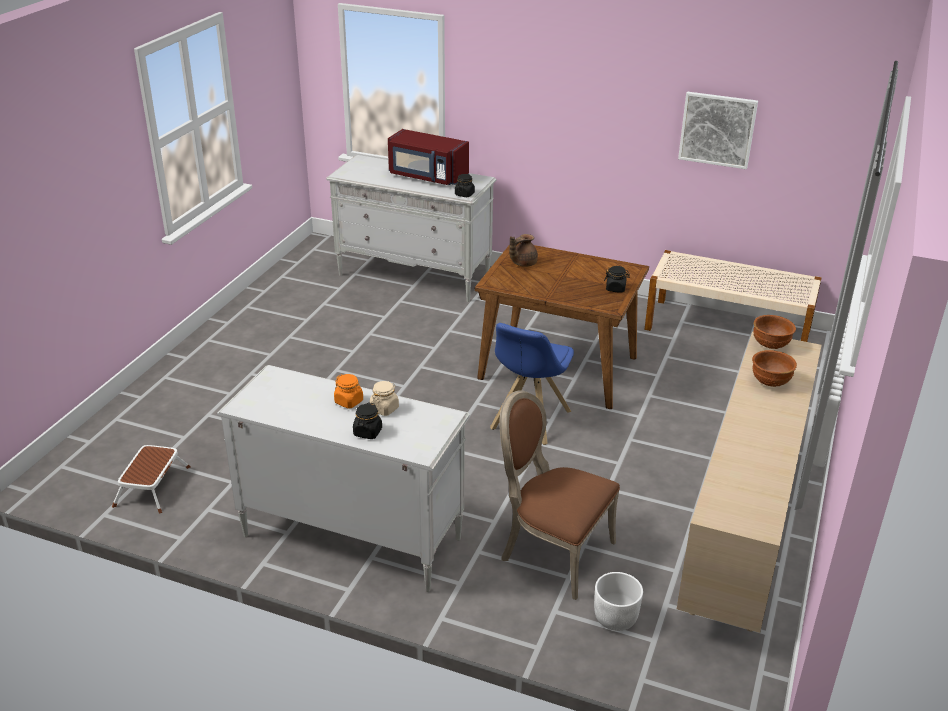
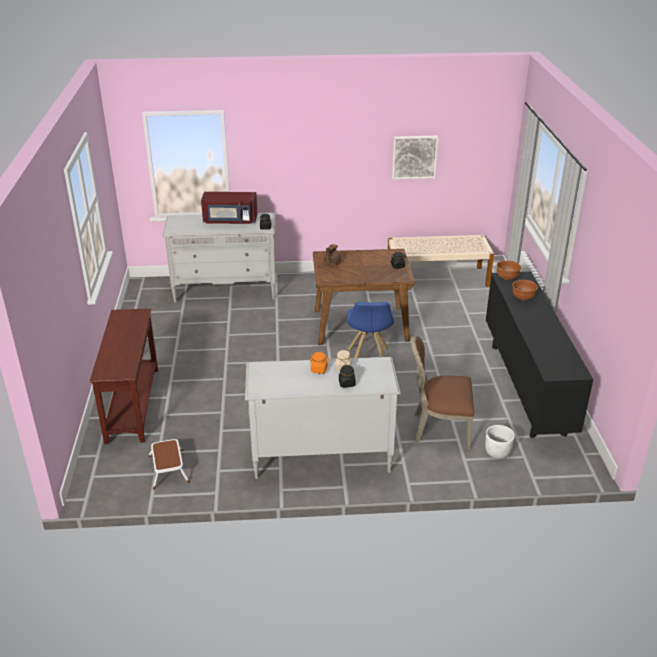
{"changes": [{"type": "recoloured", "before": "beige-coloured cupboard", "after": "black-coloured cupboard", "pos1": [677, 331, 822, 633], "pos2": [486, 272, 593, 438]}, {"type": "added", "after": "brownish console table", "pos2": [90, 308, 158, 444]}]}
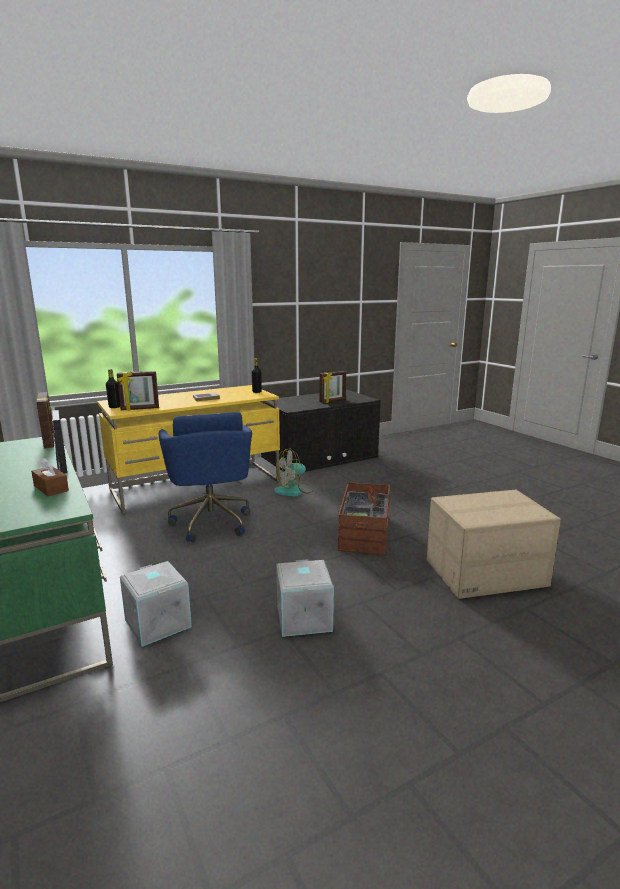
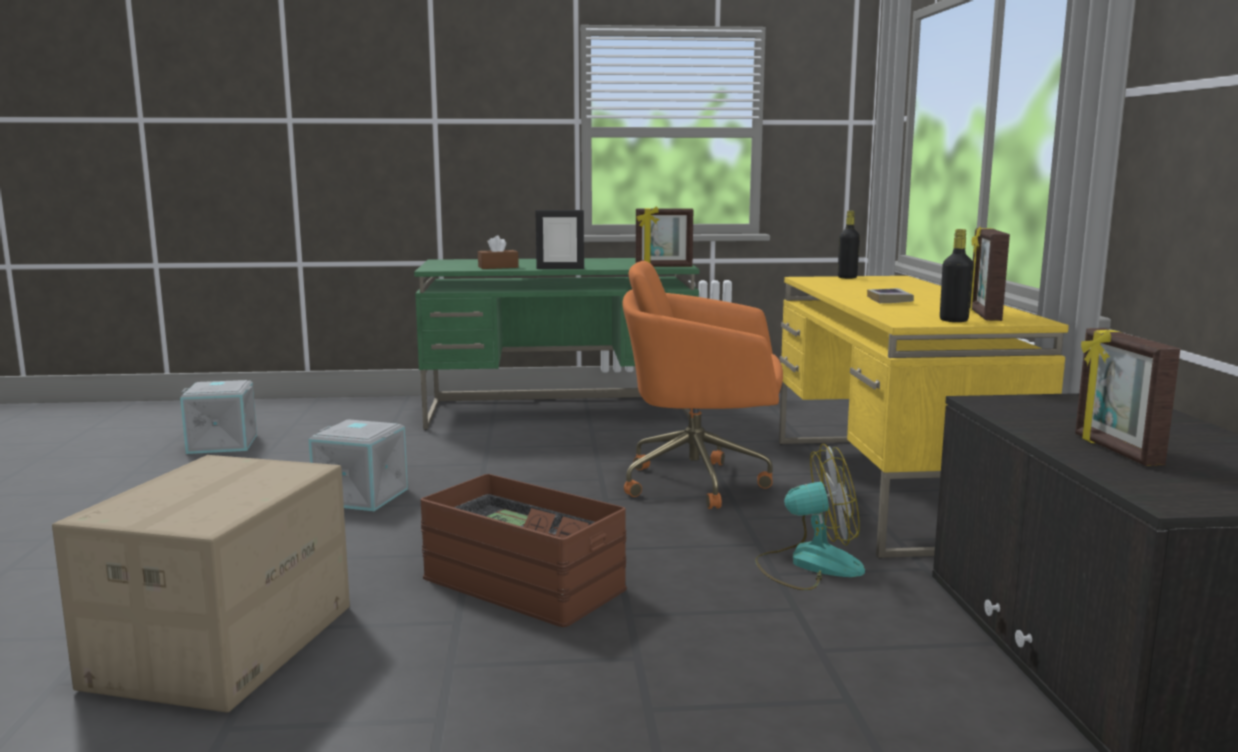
{"changes": [{"type": "moved", "before": "photo frame", "pos1": [117, 371, 159, 411], "pos2": [970, 226, 1010, 321]}, {"type": "moved", "before": "grey storage bin", "pos1": [120, 561, 192, 647], "pos2": [180, 380, 257, 454]}, {"type": "recoloured", "before": "bluish computer chair", "after": "orange-coloured computer chair", "pos1": [159, 412, 252, 542], "pos2": [622, 261, 783, 509]}, {"type": "turned", "before": "cooling fan", "pos1": [274, 448, 315, 496], "pos2": [755, 444, 865, 590], "turn": 90}]}
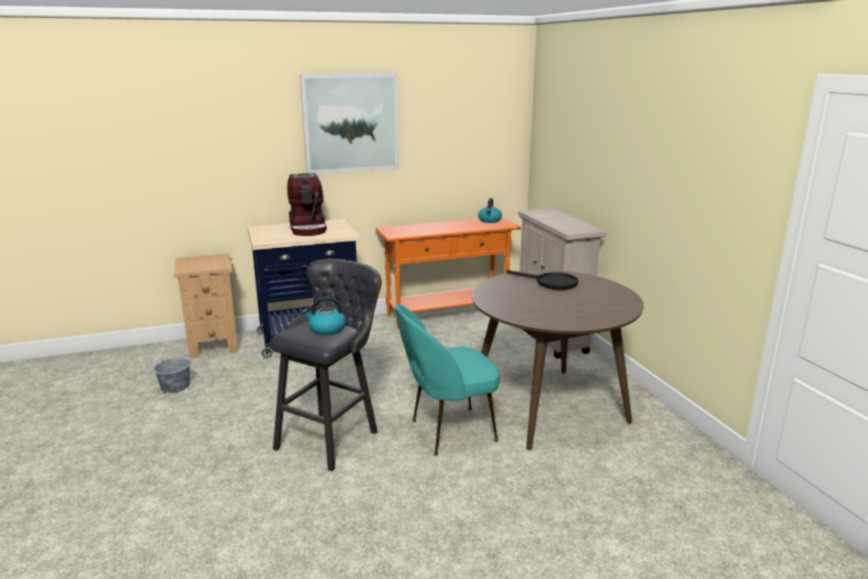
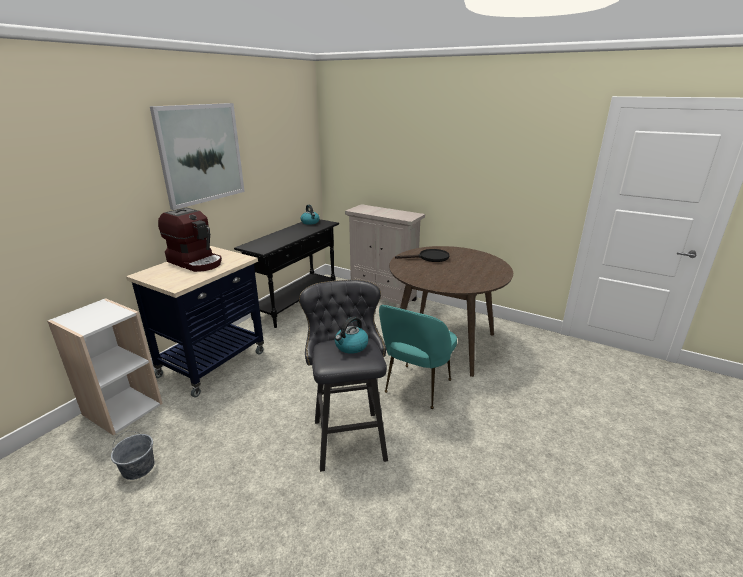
{"changes": [{"type": "replaced", "before": "beige-coloured nightstand", "after": "bookshelf", "pos1": [174, 253, 238, 359], "pos2": [47, 298, 163, 435]}, {"type": "recoloured", "before": "orange-coloured console table", "after": "black-coloured console table", "pos1": [375, 217, 521, 329], "pos2": [234, 219, 339, 328]}]}
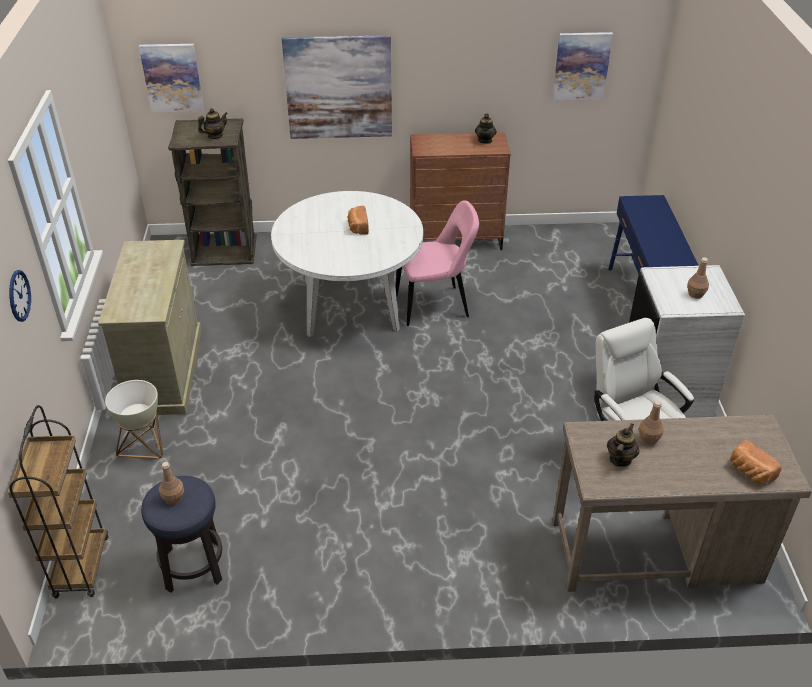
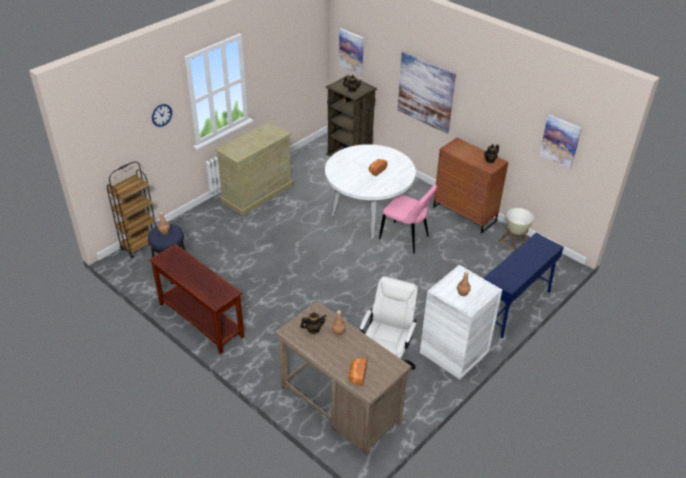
{"changes": [{"type": "moved", "before": "planter", "pos1": [105, 380, 163, 458], "pos2": [499, 208, 534, 251]}, {"type": "added", "after": "brownish console table", "pos2": [149, 244, 245, 354]}]}
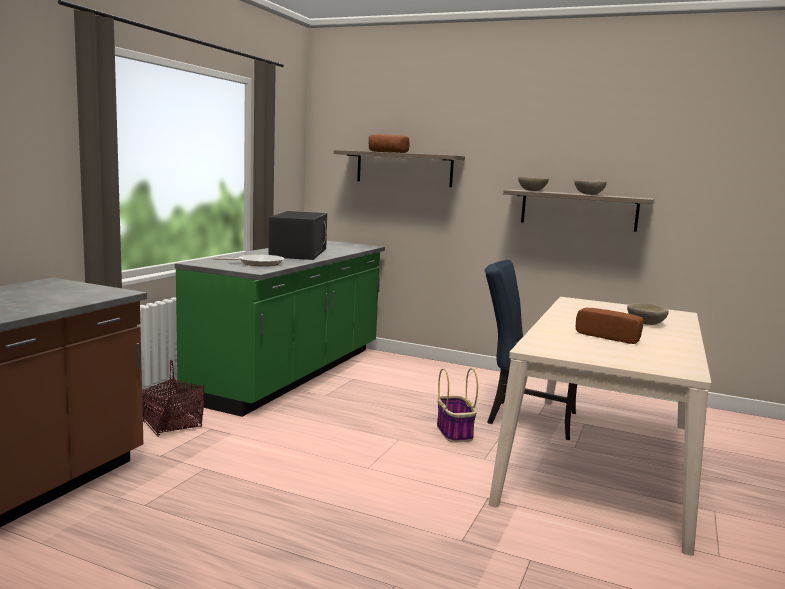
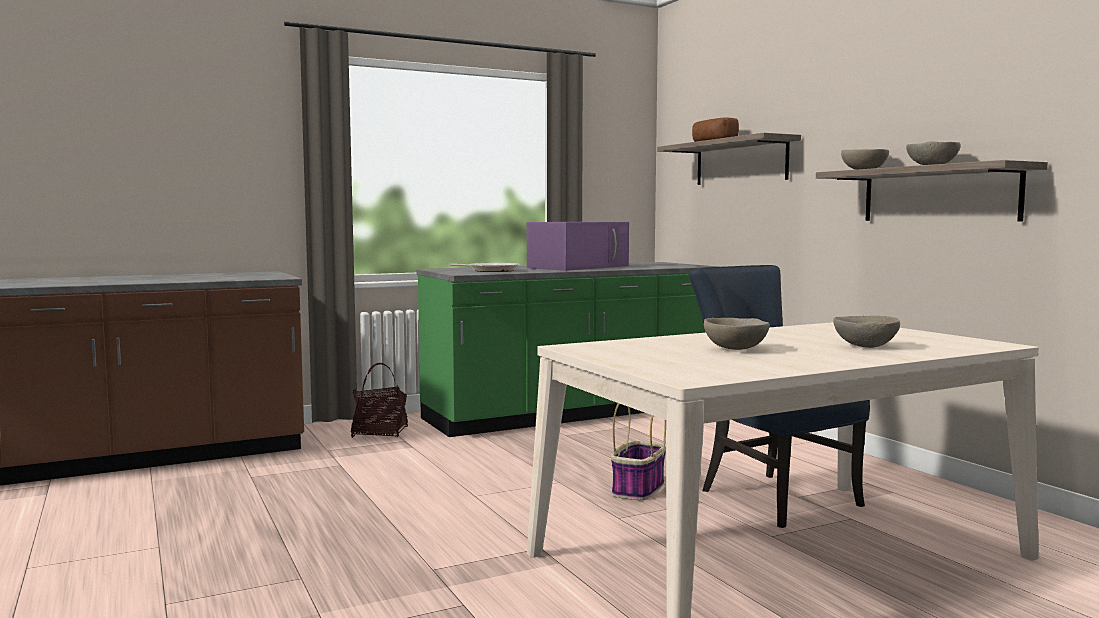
{"changes": [{"type": "recoloured", "before": "black-coloured microwave", "after": "purple-coloured microwave", "pos1": [268, 211, 327, 260], "pos2": [527, 222, 629, 271]}, {"type": "replaced", "before": "baked bread", "after": "beige-coloured serving bowl", "pos1": [576, 308, 644, 344], "pos2": [704, 318, 770, 350]}]}
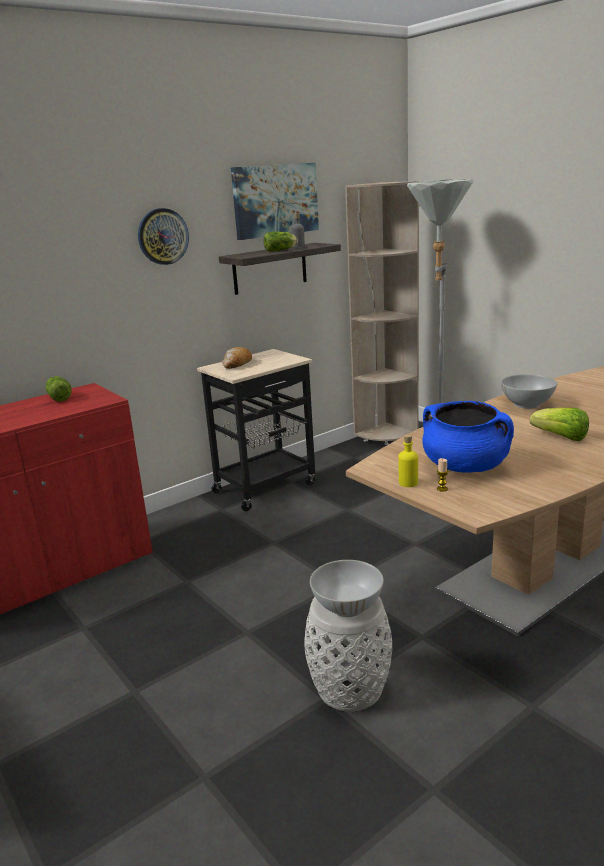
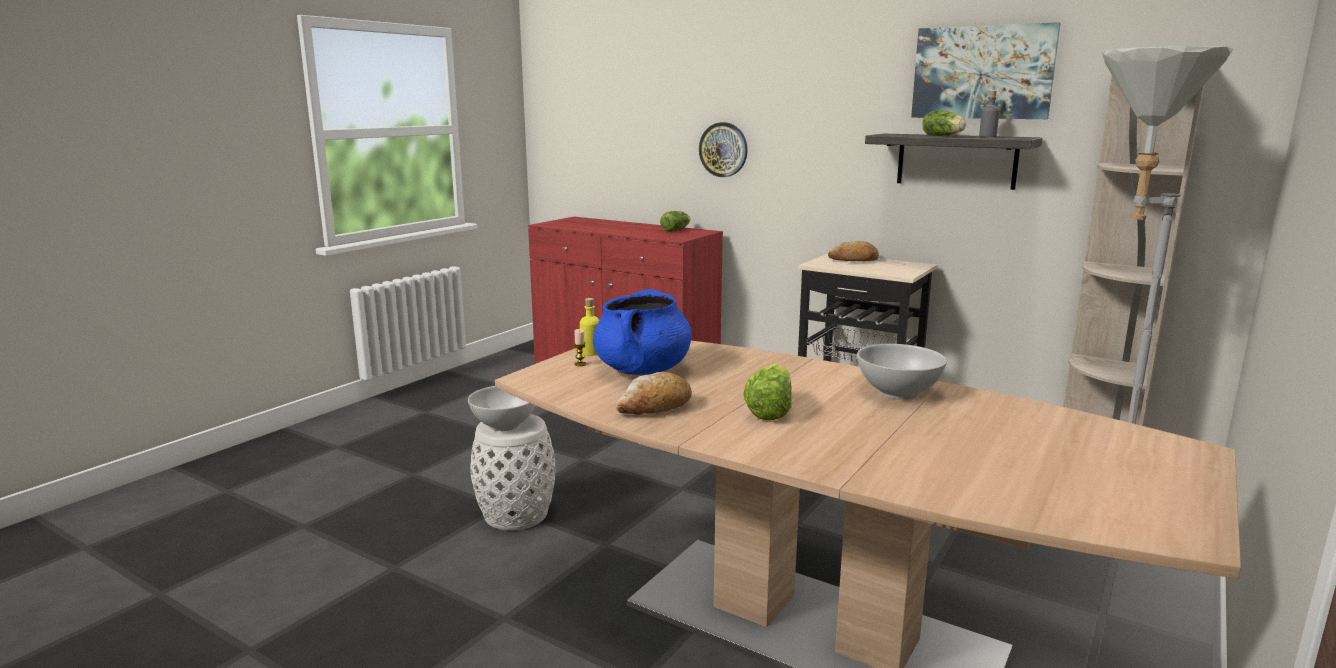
{"changes": [{"type": "moved", "before": "hanging clock", "pos1": [138, 208, 189, 265], "pos2": [699, 122, 748, 177]}, {"type": "added", "after": "baked bread", "pos2": [616, 372, 692, 414]}]}
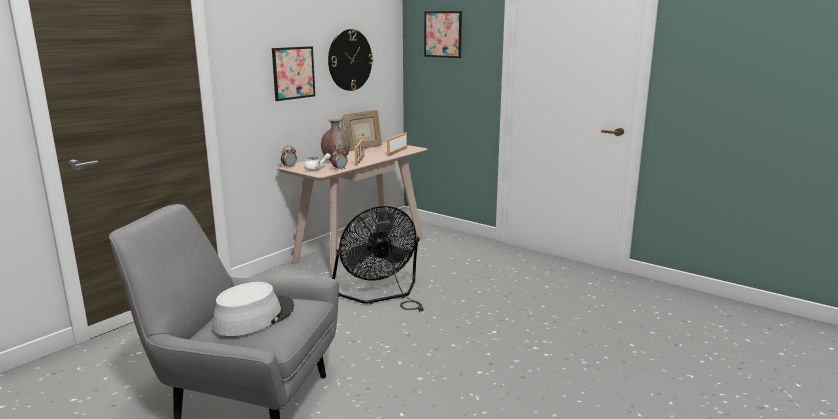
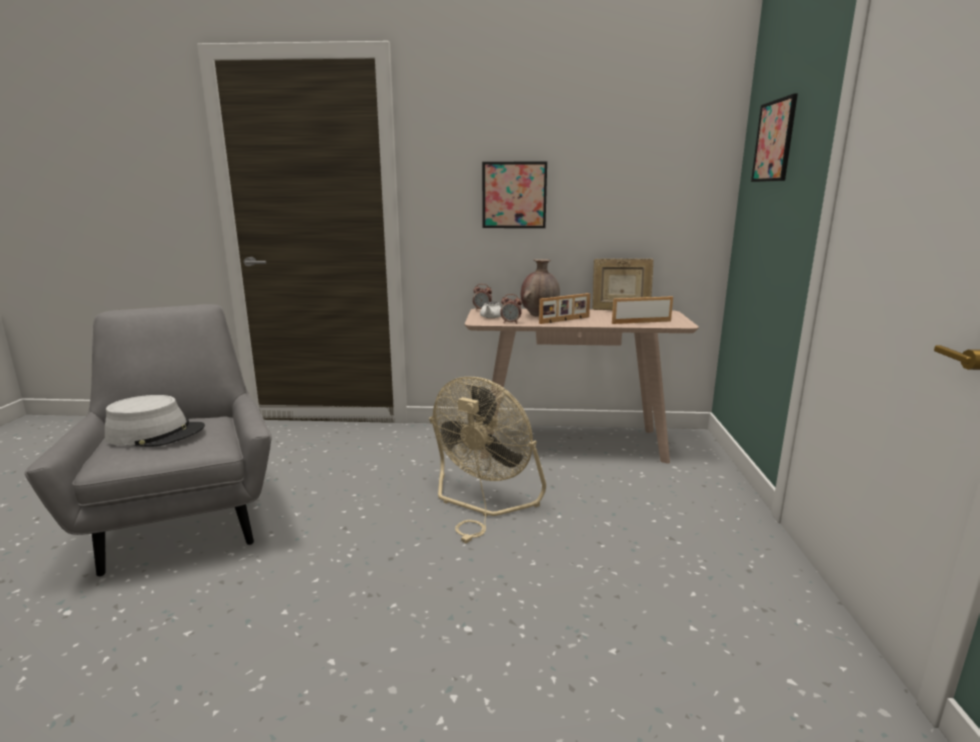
{"changes": [{"type": "removed", "before": "hanging clock", "pos1": [328, 29, 373, 91]}, {"type": "recoloured", "before": "black-coloured cooling fan", "after": "beige-coloured cooling fan", "pos1": [332, 206, 423, 312], "pos2": [429, 377, 546, 544]}]}
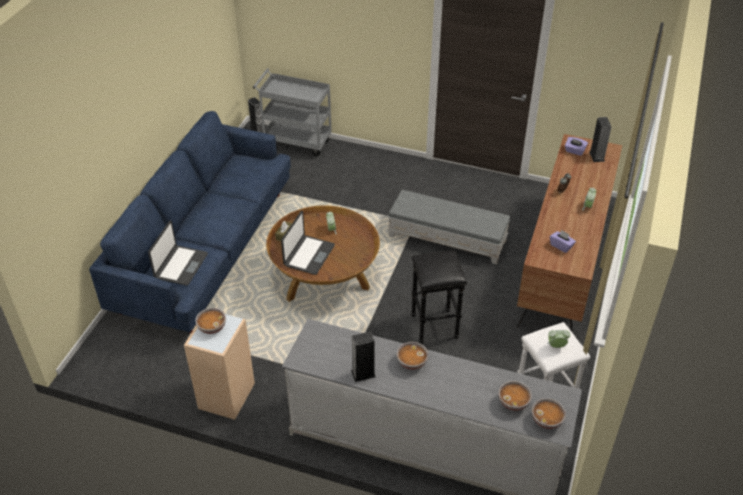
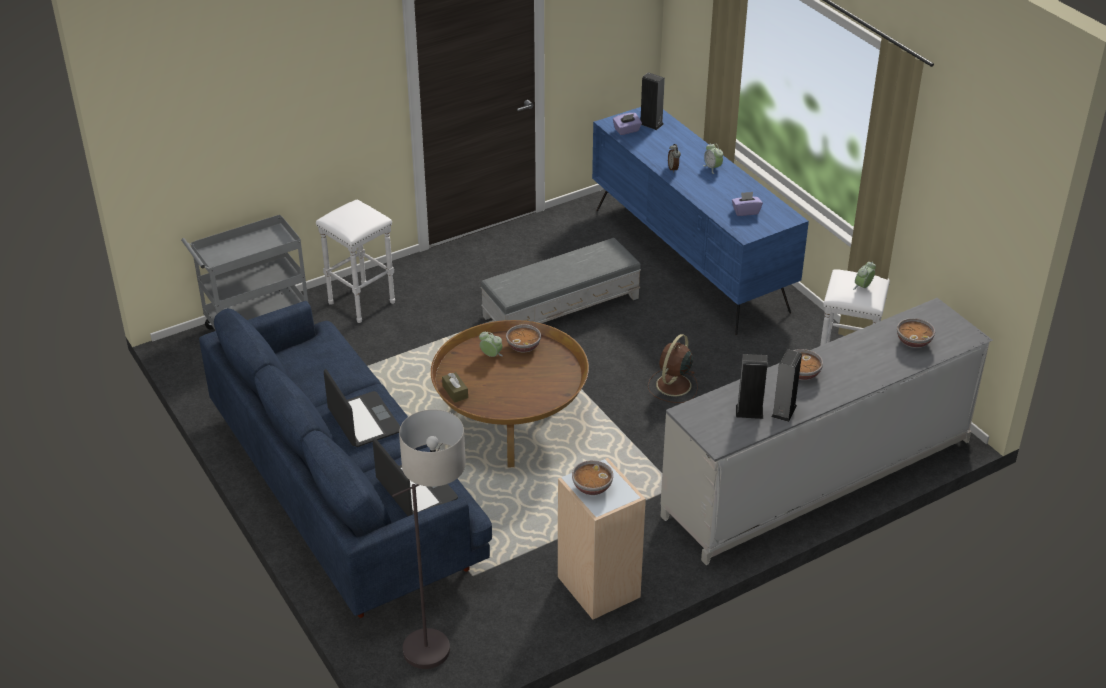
{"changes": [{"type": "moved", "before": "loudspeaker", "pos1": [248, 97, 263, 133], "pos2": [736, 354, 767, 419]}, {"type": "moved", "before": "notebook computer", "pos1": [281, 211, 335, 275], "pos2": [324, 369, 400, 447]}, {"type": "replaced", "before": "black-coloured stool", "after": "brownish cooling fan", "pos1": [411, 250, 467, 343], "pos2": [648, 334, 698, 403]}, {"type": "recoloured", "before": "brownish media console", "after": "bluish media console", "pos1": [517, 134, 622, 333], "pos2": [592, 107, 809, 335]}, {"type": "moved", "before": "serving bowl", "pos1": [532, 398, 566, 429], "pos2": [506, 324, 541, 353]}, {"type": "added", "after": "whitish stool", "pos2": [316, 199, 395, 323]}, {"type": "added", "after": "grey floor lamp", "pos2": [392, 409, 466, 669]}]}
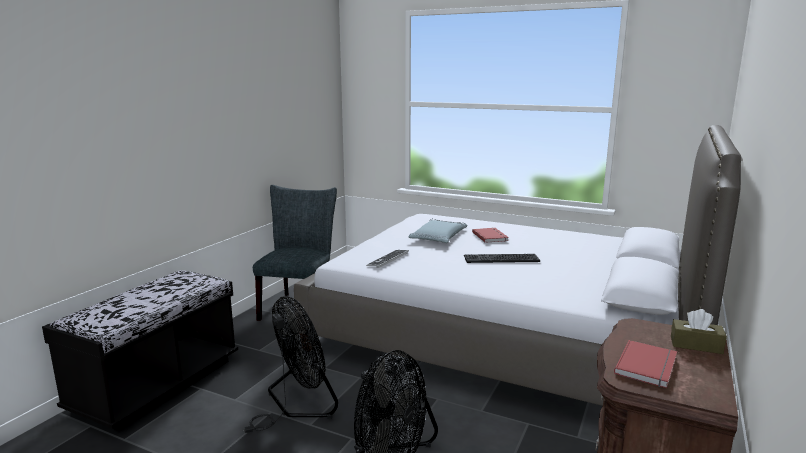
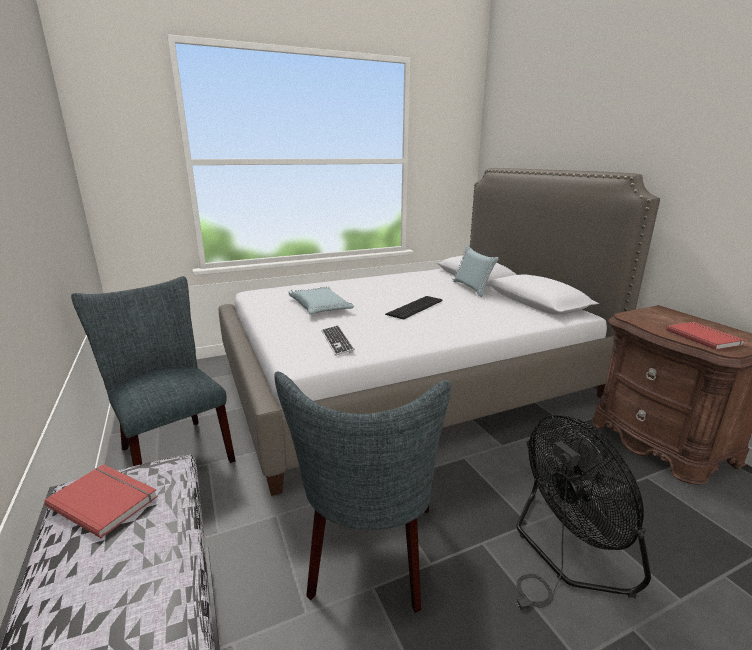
{"changes": [{"type": "replaced", "before": "black-coloured cooling fan", "after": "grey upright chair", "pos1": [243, 297, 338, 433], "pos2": [274, 371, 451, 613]}, {"type": "moved", "before": "reddish bound book", "pos1": [472, 228, 509, 243], "pos2": [44, 464, 158, 538]}, {"type": "removed", "before": "brownish box of tissues", "pos1": [671, 309, 727, 354]}, {"type": "added", "after": "bluish cushion", "pos2": [452, 246, 499, 297]}]}
